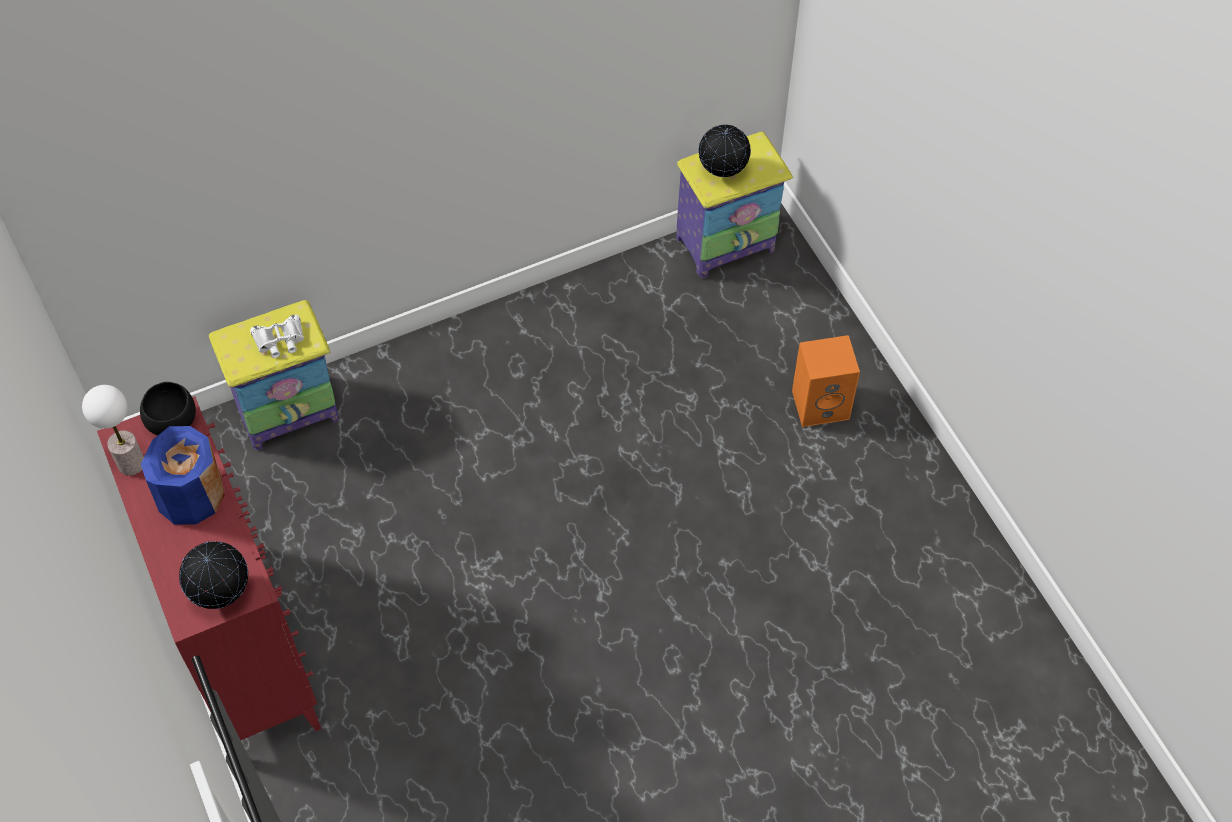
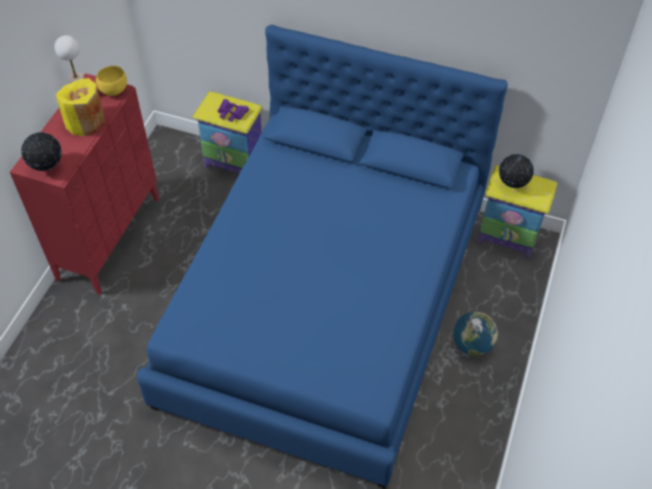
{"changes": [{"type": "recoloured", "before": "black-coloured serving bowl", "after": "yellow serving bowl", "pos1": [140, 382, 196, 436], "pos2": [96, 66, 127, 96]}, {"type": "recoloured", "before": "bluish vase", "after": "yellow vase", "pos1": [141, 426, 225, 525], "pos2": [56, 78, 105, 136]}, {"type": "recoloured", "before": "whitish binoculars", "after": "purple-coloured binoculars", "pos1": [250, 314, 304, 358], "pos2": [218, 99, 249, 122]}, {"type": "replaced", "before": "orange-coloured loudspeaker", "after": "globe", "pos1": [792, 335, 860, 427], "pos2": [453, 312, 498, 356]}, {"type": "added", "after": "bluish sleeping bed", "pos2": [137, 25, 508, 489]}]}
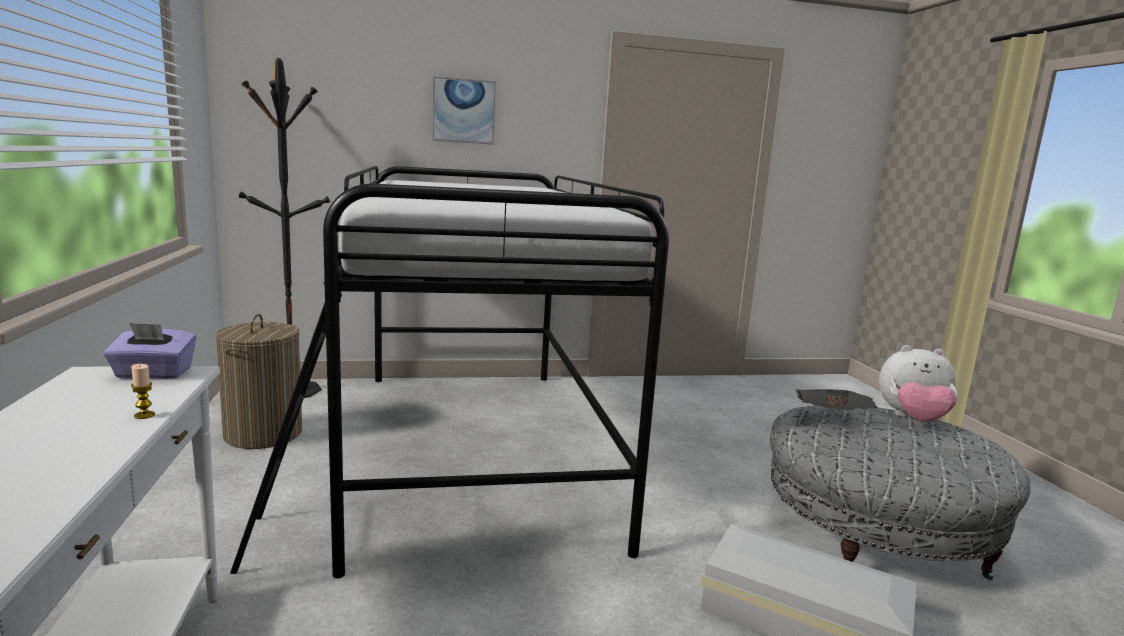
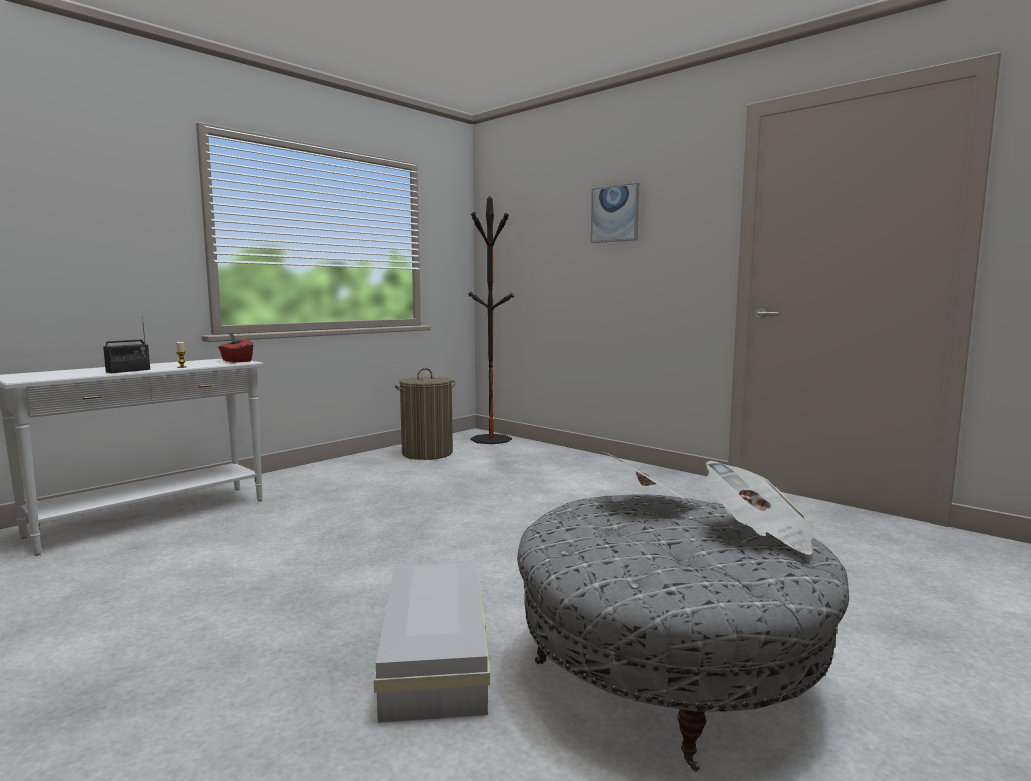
{"changes": [{"type": "recoloured", "before": "purple-coloured box of tissues", "after": "reddish box of tissues", "pos1": [104, 323, 196, 379], "pos2": [218, 333, 253, 363]}, {"type": "removed", "before": "black-coloured sleeping bed", "pos1": [230, 166, 669, 578]}, {"type": "replaced", "before": "plush toy", "after": "daily paper", "pos1": [879, 345, 958, 422], "pos2": [705, 461, 815, 555]}, {"type": "added", "after": "radio receiver", "pos2": [103, 316, 150, 373]}]}
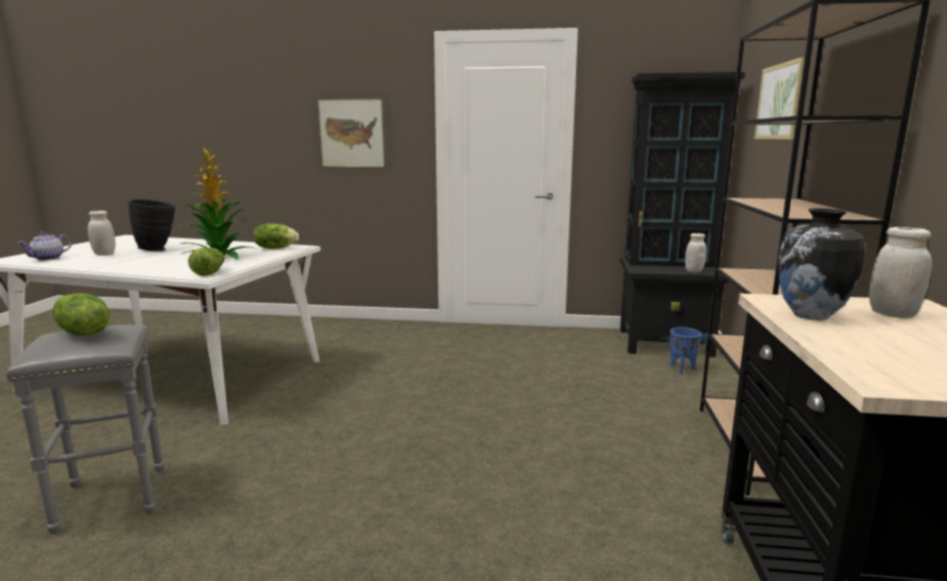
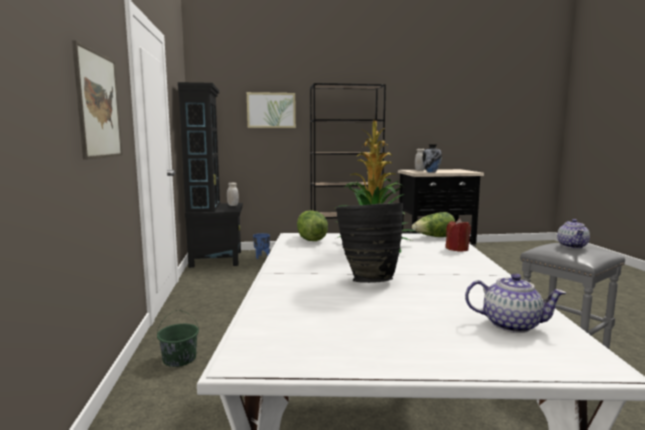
{"changes": [{"type": "replaced", "before": "head of lettuce", "after": "pot for tea", "pos1": [53, 293, 110, 336], "pos2": [557, 219, 590, 248]}, {"type": "removed", "before": "whitish jar", "pos1": [88, 210, 115, 255]}, {"type": "added", "after": "green water bucket", "pos2": [157, 310, 199, 367]}, {"type": "added", "after": "reddish wax light", "pos2": [445, 218, 471, 252]}]}
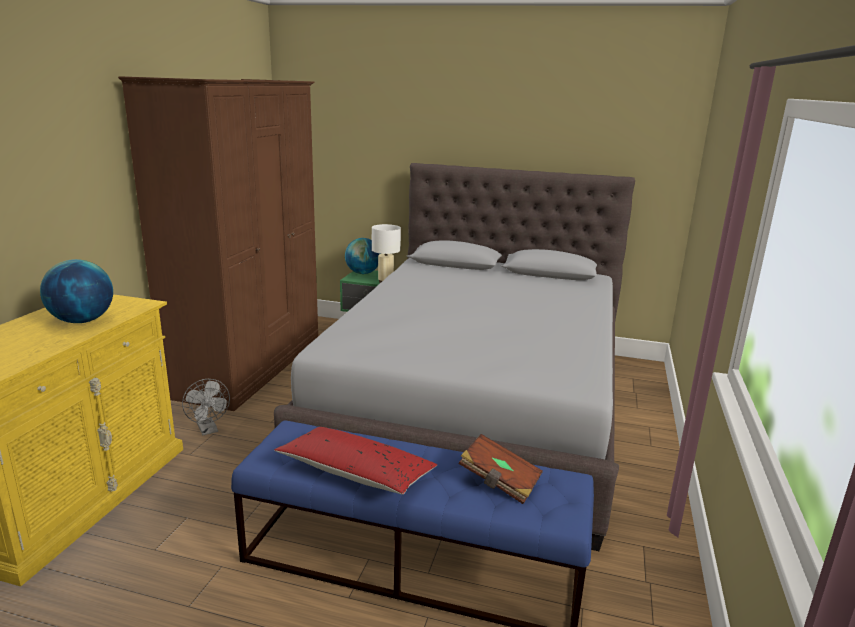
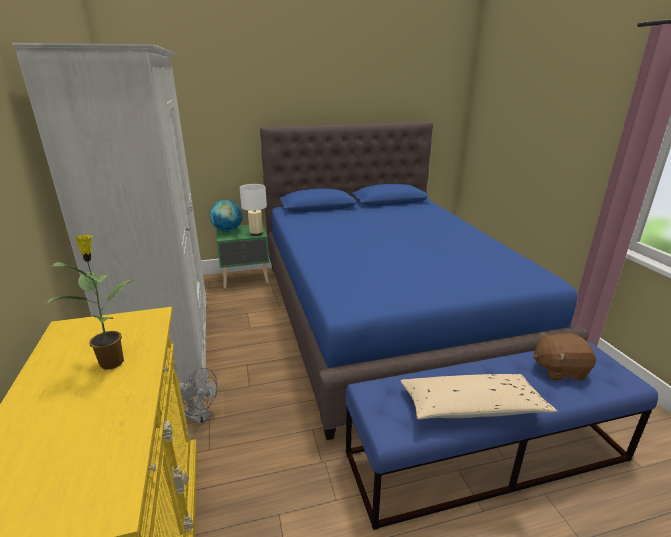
{"changes": [{"type": "replaced", "before": "globe", "after": "houseplant", "pos1": [40, 259, 113, 323], "pos2": [45, 234, 137, 370]}, {"type": "recoloured", "before": "brownish wardrobe", "after": "whitish wardrobe", "pos1": [118, 76, 318, 411], "pos2": [12, 43, 206, 393]}, {"type": "recoloured", "before": "grey sleeping bed", "after": "bluish sleeping bed", "pos1": [274, 163, 635, 551], "pos2": [260, 121, 589, 440]}, {"type": "recoloured", "before": "reddish cushion", "after": "beige-coloured cushion", "pos1": [274, 427, 437, 494], "pos2": [400, 374, 558, 419]}, {"type": "replaced", "before": "brownish bound book", "after": "brownish plush toy", "pos1": [458, 434, 543, 504], "pos2": [533, 332, 596, 381]}]}
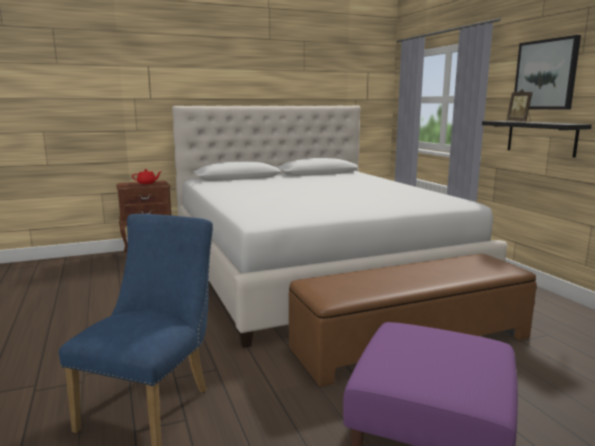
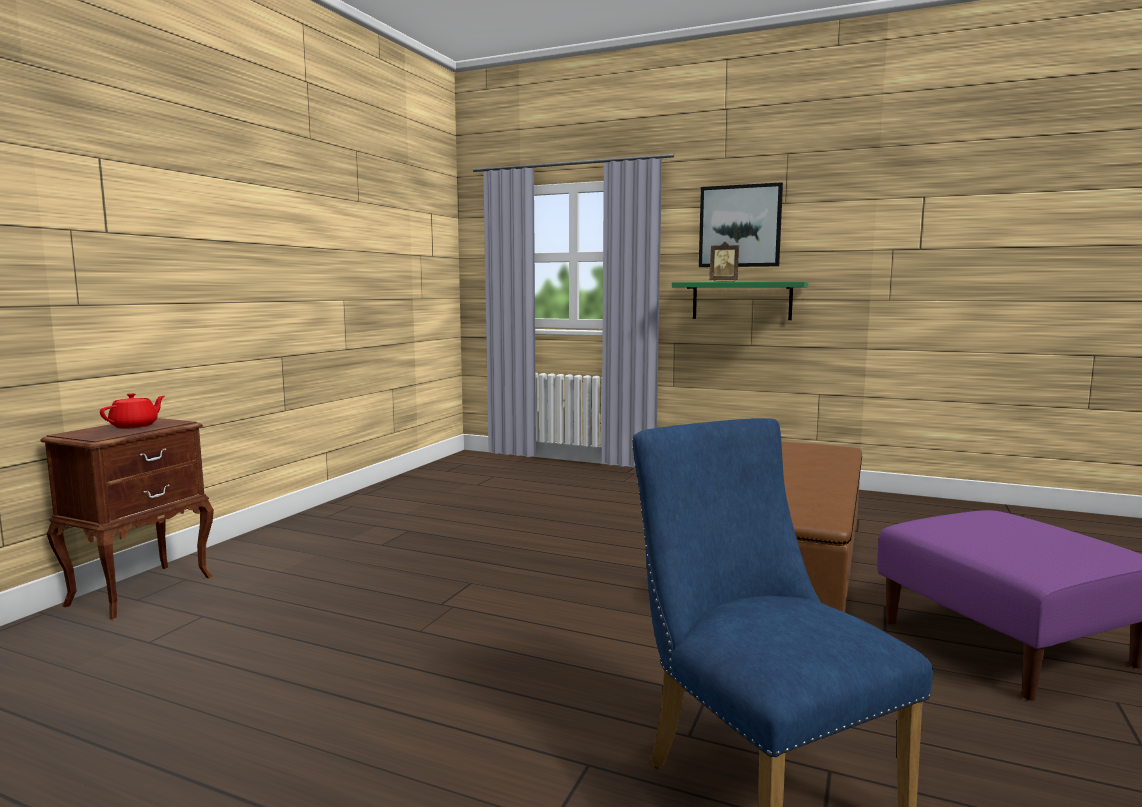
{"changes": [{"type": "removed", "before": "whitish sleeping bed", "pos1": [172, 105, 507, 348]}, {"type": "recoloured", "before": "black-coloured bracket shelf", "after": "green bracket shelf", "pos1": [482, 121, 592, 158], "pos2": [672, 282, 808, 320]}]}
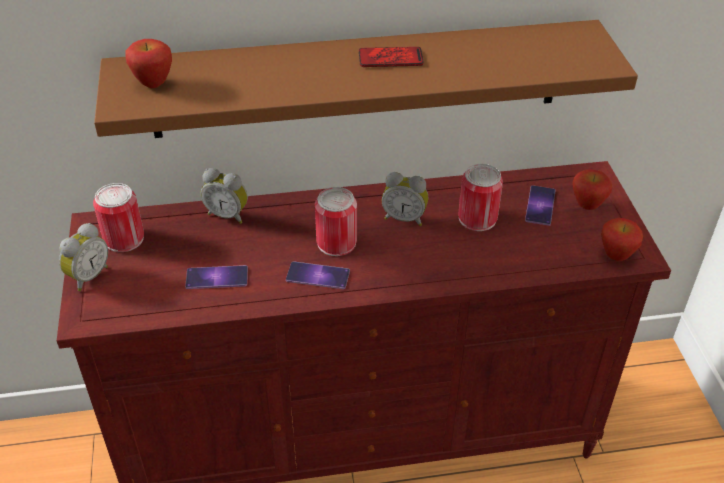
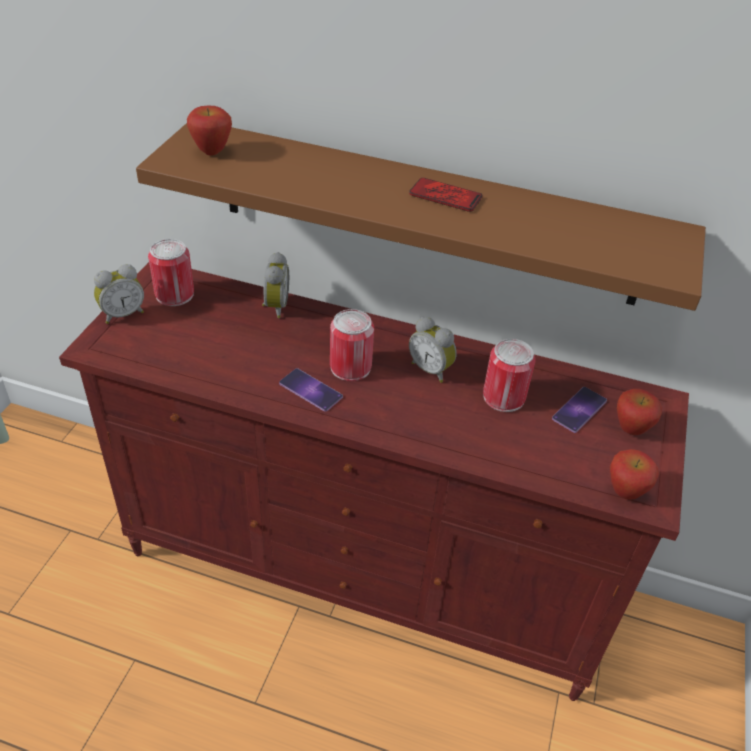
{"changes": [{"type": "removed", "before": "handset", "pos1": [185, 265, 248, 289]}, {"type": "turned", "before": "alarm clock", "pos1": [200, 168, 248, 224], "pos2": [262, 252, 289, 318], "turn": -135}]}
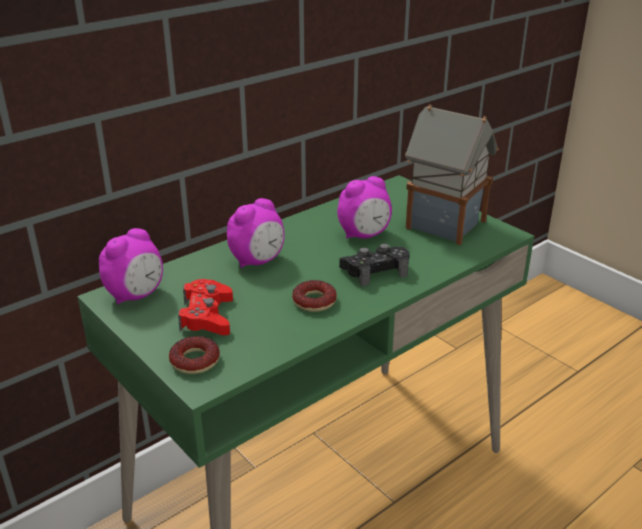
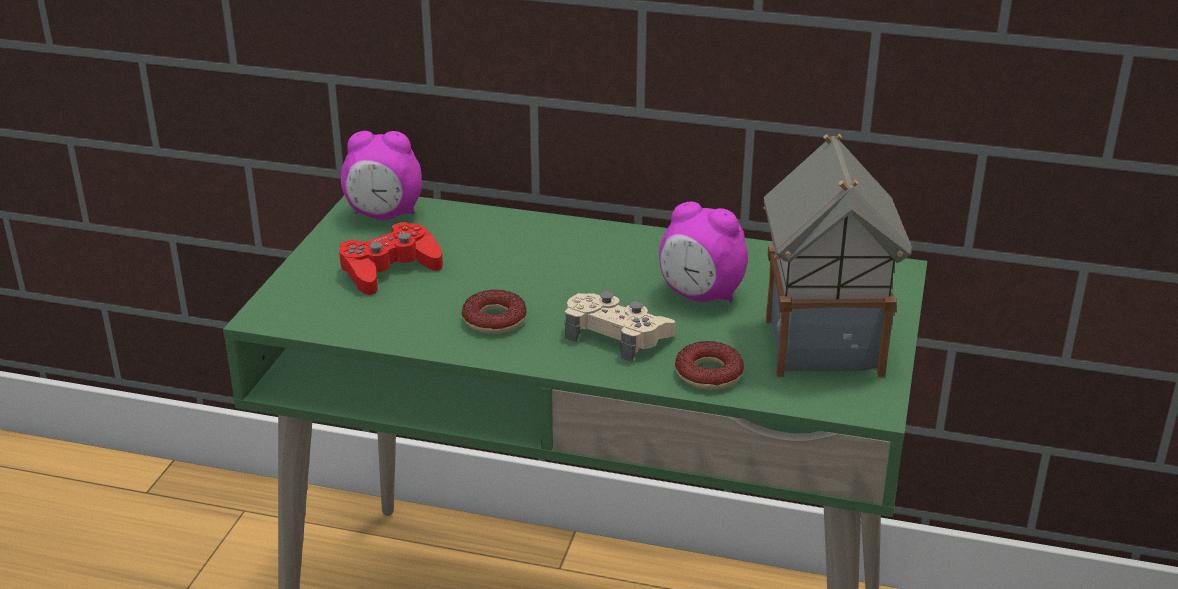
{"changes": [{"type": "moved", "before": "ring doughnut", "pos1": [169, 336, 220, 374], "pos2": [675, 341, 744, 390]}, {"type": "removed", "before": "alarm clock", "pos1": [227, 198, 284, 268]}, {"type": "recoloured", "before": "black-coloured gamepad", "after": "beige-coloured gamepad", "pos1": [339, 244, 409, 287], "pos2": [565, 291, 675, 362]}]}
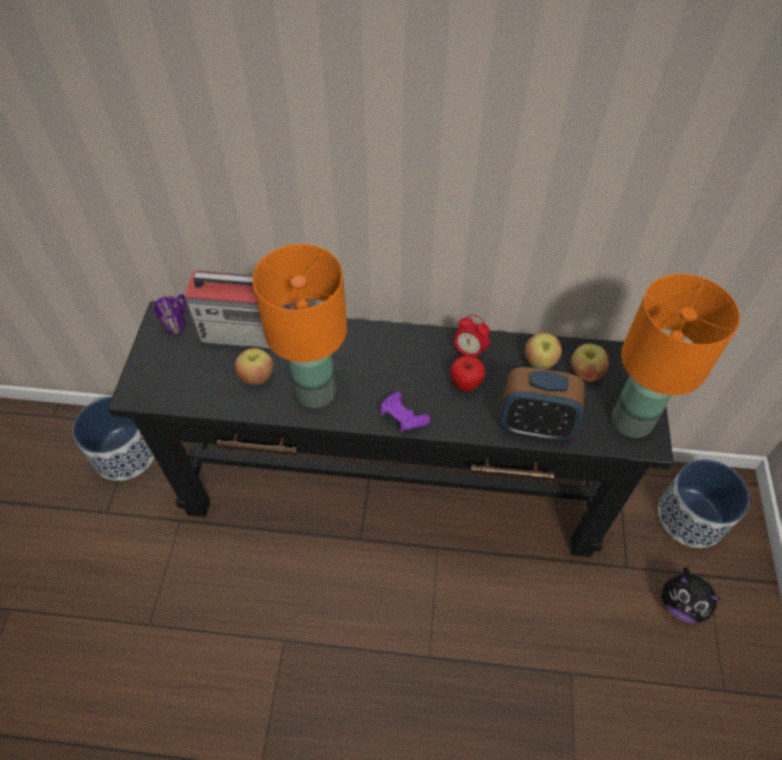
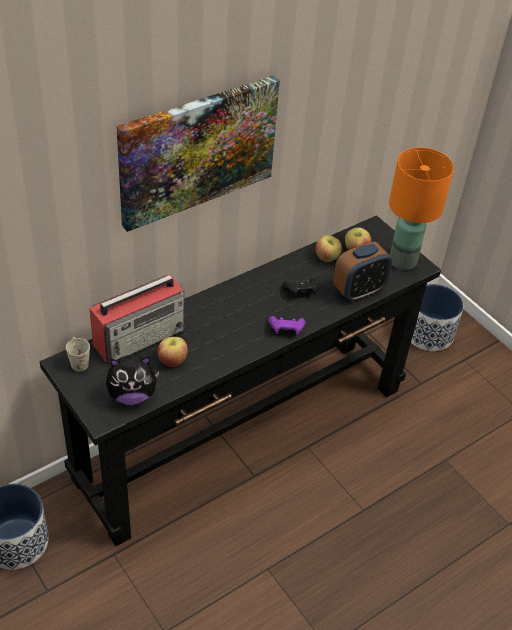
{"changes": [{"type": "recoloured", "before": "purple-coloured tea mug", "after": "whitish tea mug", "pos1": [153, 294, 186, 334], "pos2": [66, 337, 90, 372]}, {"type": "removed", "before": "orange-coloured lamp for a table", "pos1": [252, 244, 347, 408]}, {"type": "replaced", "before": "apple", "after": "black-coloured gamepad", "pos1": [450, 356, 485, 392], "pos2": [282, 279, 318, 297]}, {"type": "removed", "before": "alarm clock", "pos1": [454, 315, 490, 357]}, {"type": "moved", "before": "plush toy", "pos1": [662, 567, 721, 623], "pos2": [106, 355, 160, 405]}, {"type": "added", "after": "wall art", "pos2": [116, 75, 280, 232]}]}
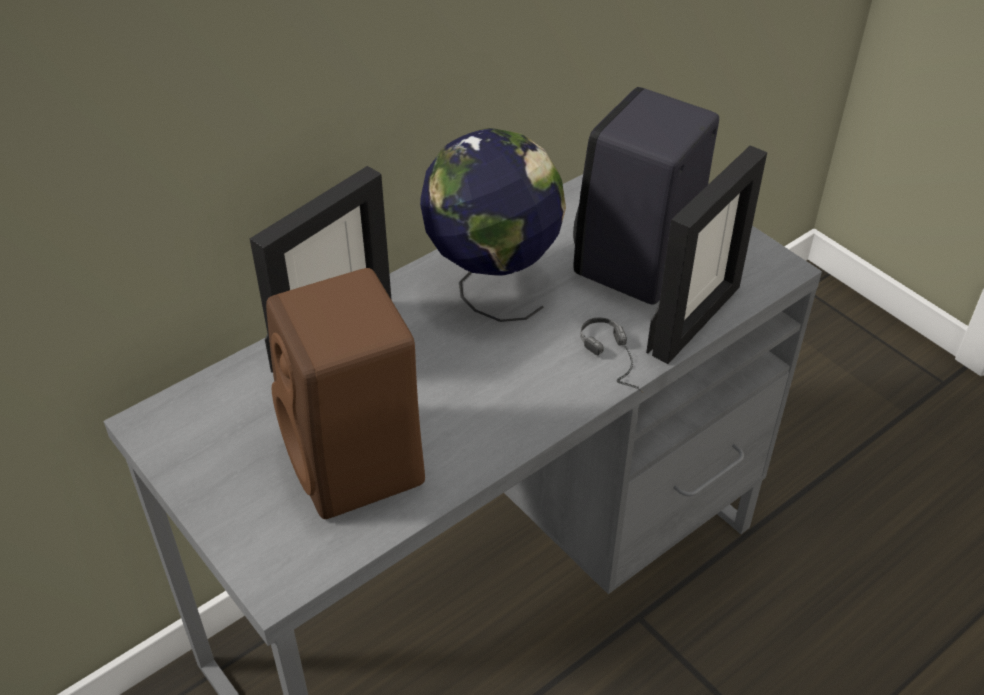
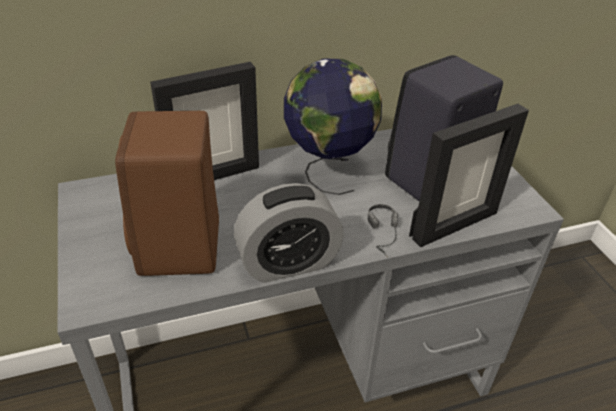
{"changes": [{"type": "added", "after": "alarm clock", "pos2": [234, 183, 344, 283]}]}
